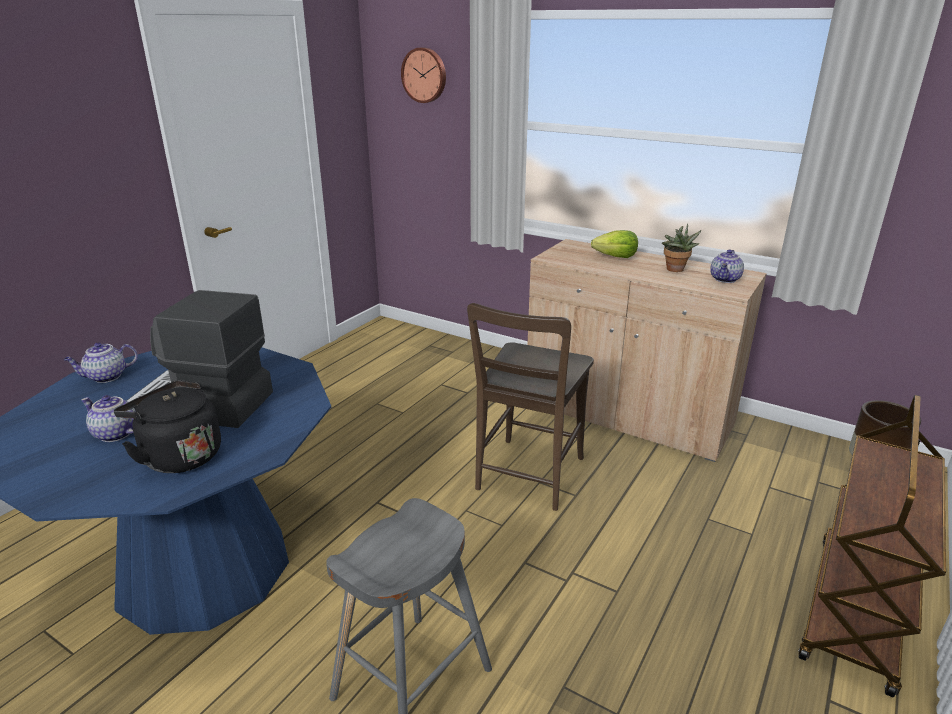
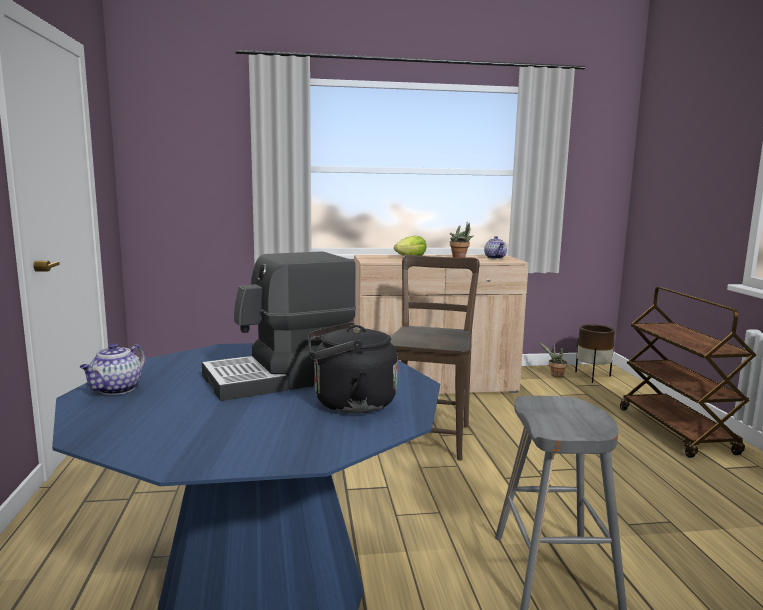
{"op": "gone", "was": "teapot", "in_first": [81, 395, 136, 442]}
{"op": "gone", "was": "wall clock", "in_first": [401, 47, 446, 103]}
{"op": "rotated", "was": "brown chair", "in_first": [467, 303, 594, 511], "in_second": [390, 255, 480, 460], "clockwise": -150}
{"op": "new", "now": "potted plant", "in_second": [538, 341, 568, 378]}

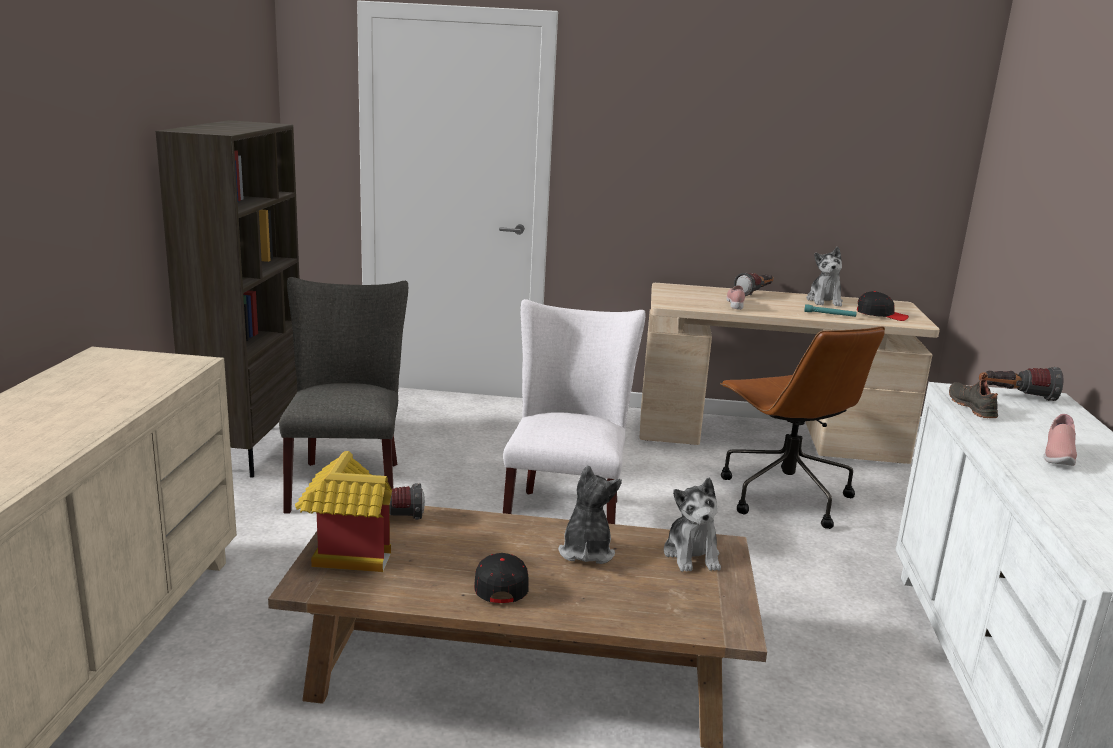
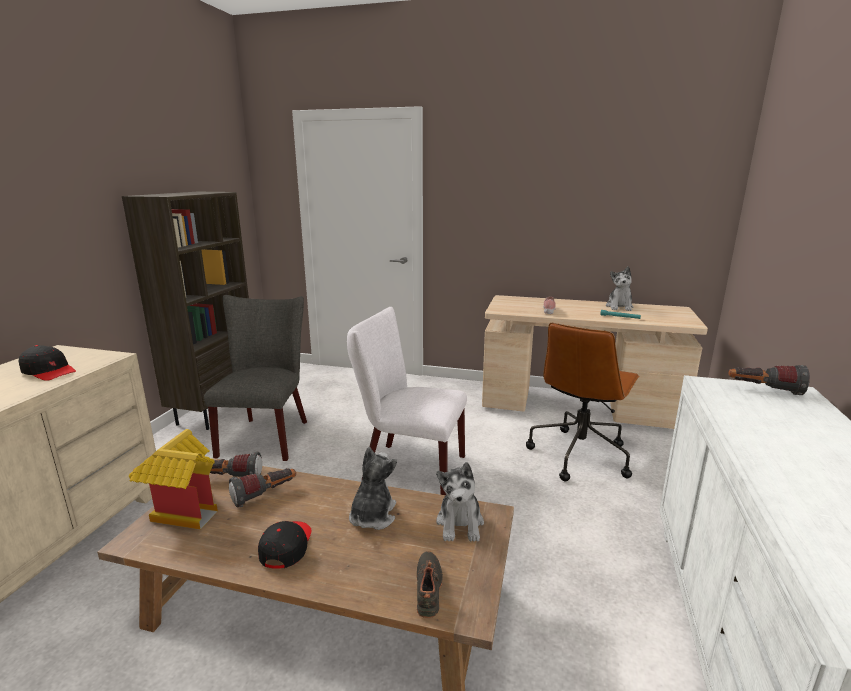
{"op": "rotated", "was": "white chair", "in_first": [503, 299, 645, 524], "in_second": [347, 307, 467, 495], "clockwise": -90}
{"op": "rotated", "was": "brown office chair", "in_first": [720, 326, 885, 529], "in_second": [526, 323, 640, 482], "clockwise": 45}
{"op": "shifted", "was": "flashlight", "in_first": [734, 273, 774, 296], "in_second": [229, 468, 296, 507]}
{"op": "shifted", "was": "black cap", "in_first": [857, 291, 909, 321], "in_second": [19, 345, 76, 381]}
{"op": "shifted", "was": "black shoe", "in_first": [949, 373, 998, 418], "in_second": [417, 551, 443, 618]}
{"op": "gone", "was": "pink shoe", "in_first": [1043, 414, 1077, 466]}

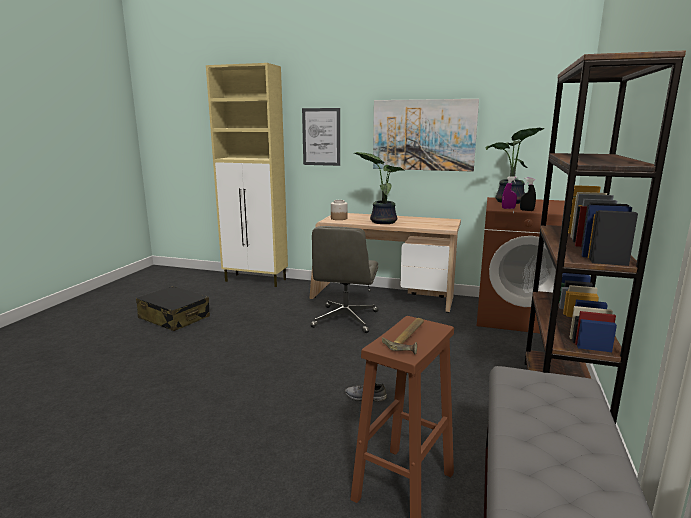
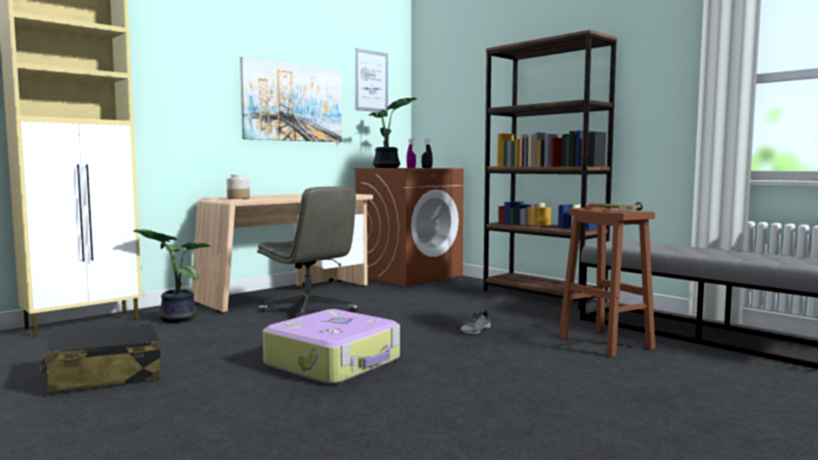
{"op": "shifted", "was": "picture", "in_first": [302, 108, 340, 166], "in_second": [354, 48, 388, 113]}
{"op": "shifted", "was": "potted plant", "in_first": [354, 152, 404, 224], "in_second": [133, 229, 210, 323]}
{"op": "new", "now": "suitcase", "in_second": [263, 309, 400, 385]}

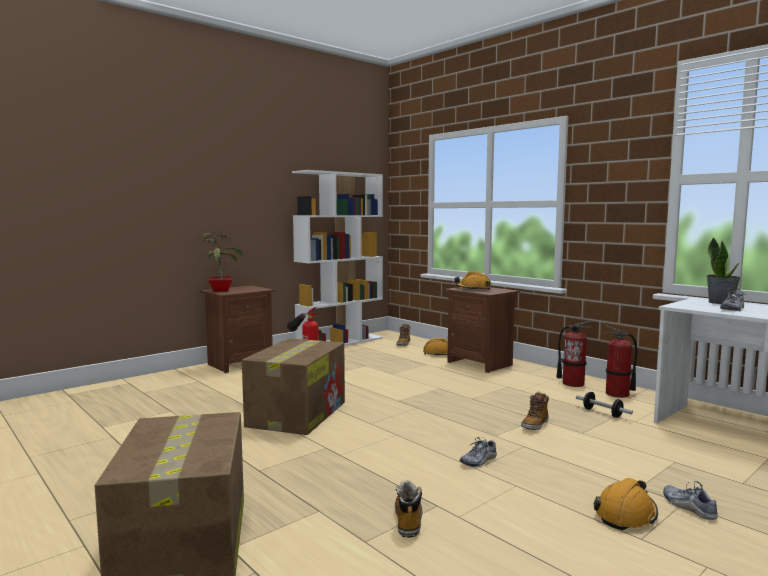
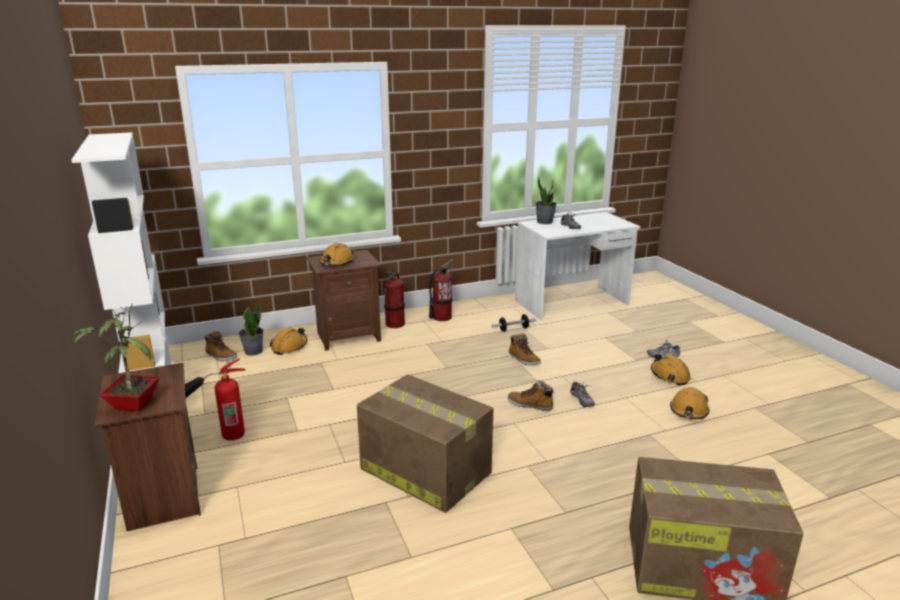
{"op": "shifted", "was": "boot", "in_first": [395, 481, 423, 538], "in_second": [508, 380, 554, 411]}
{"op": "shifted", "was": "fire extinguisher", "in_first": [604, 325, 637, 398], "in_second": [384, 272, 405, 328]}
{"op": "new", "now": "potted plant", "in_second": [239, 303, 264, 356]}
{"op": "new", "now": "orange hard hat", "in_second": [670, 387, 710, 419]}

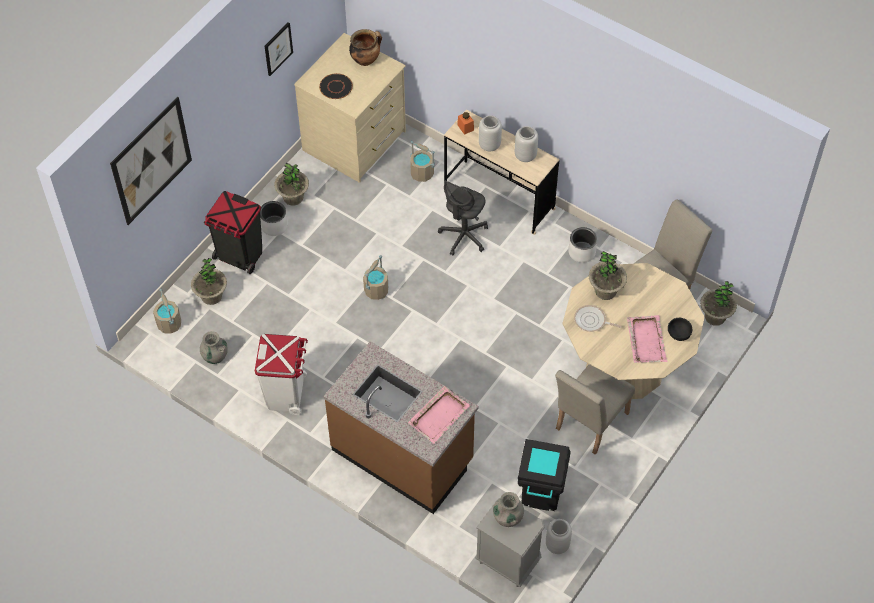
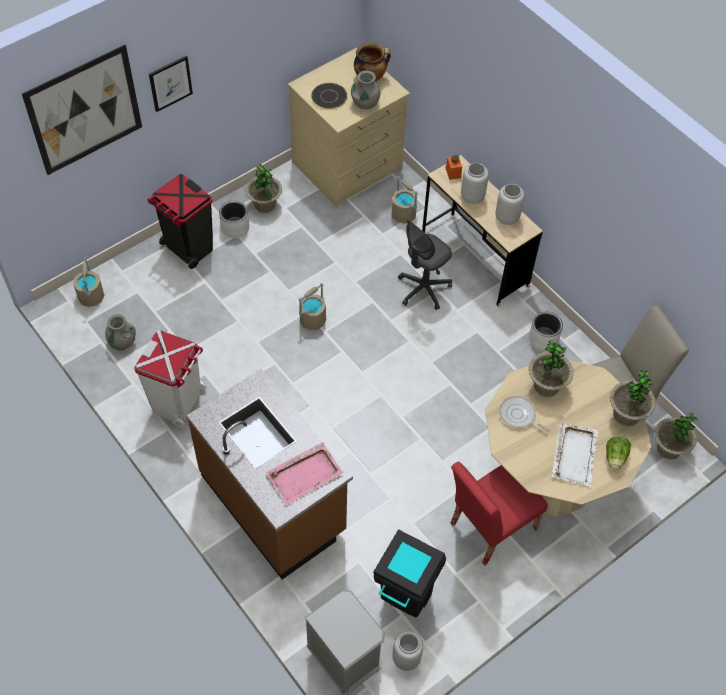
{"op": "shifted", "was": "potted plant", "in_first": [191, 258, 227, 305], "in_second": [610, 370, 656, 426]}
{"op": "shifted", "was": "picture", "in_first": [265, 22, 293, 76], "in_second": [149, 56, 193, 112]}
{"op": "shifted", "was": "grey vase", "in_first": [493, 492, 524, 527], "in_second": [351, 70, 381, 110]}
{"op": "repainted", "was": "beige chair", "now": "red chair", "in_first": [555, 364, 635, 455], "in_second": [450, 462, 548, 566]}
{"op": "repainted", "was": "pink tray", "now": "white tray", "in_first": [627, 315, 667, 363], "in_second": [552, 422, 598, 487]}
{"op": "swapped", "was": "black bowl", "now": "lettuce", "in_first": [668, 318, 692, 341], "in_second": [606, 436, 631, 470]}

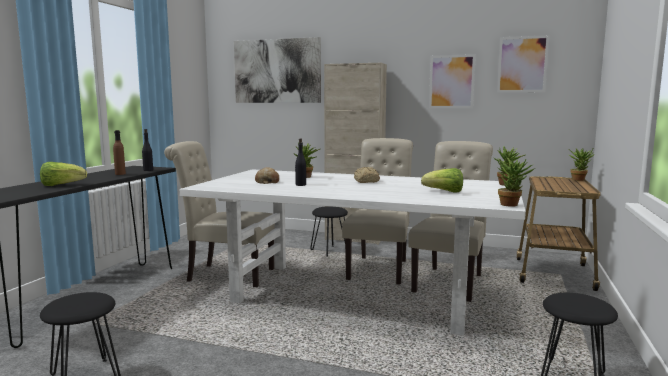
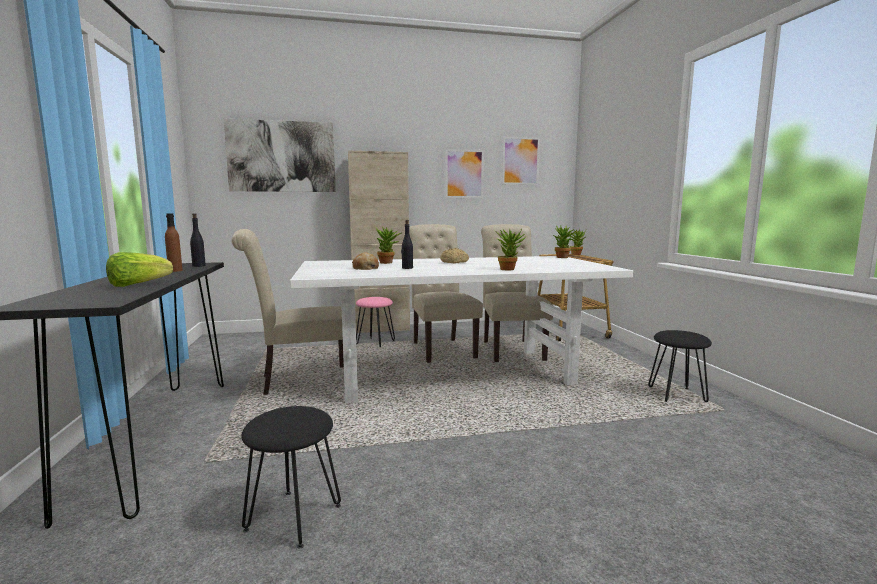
{"op": "repainted", "was": "black stool", "now": "pink stool", "in_first": [310, 206, 348, 257], "in_second": [356, 297, 395, 347]}
{"op": "gone", "was": "lettuce", "in_first": [421, 168, 463, 192]}
{"op": "shifted", "was": "potted plant", "in_first": [498, 158, 535, 207], "in_second": [497, 229, 526, 270]}

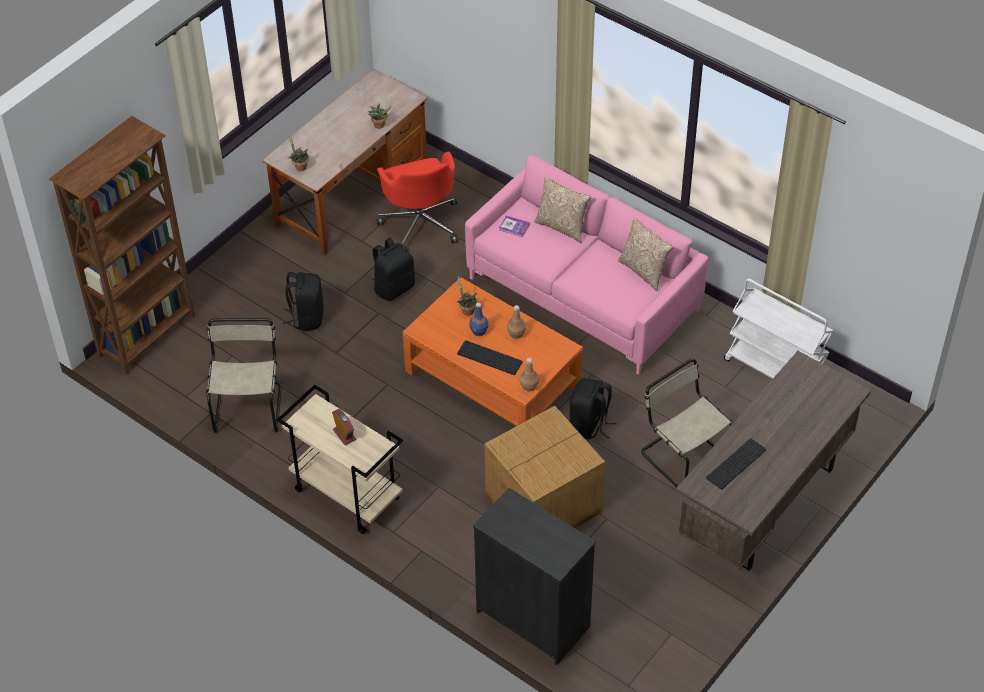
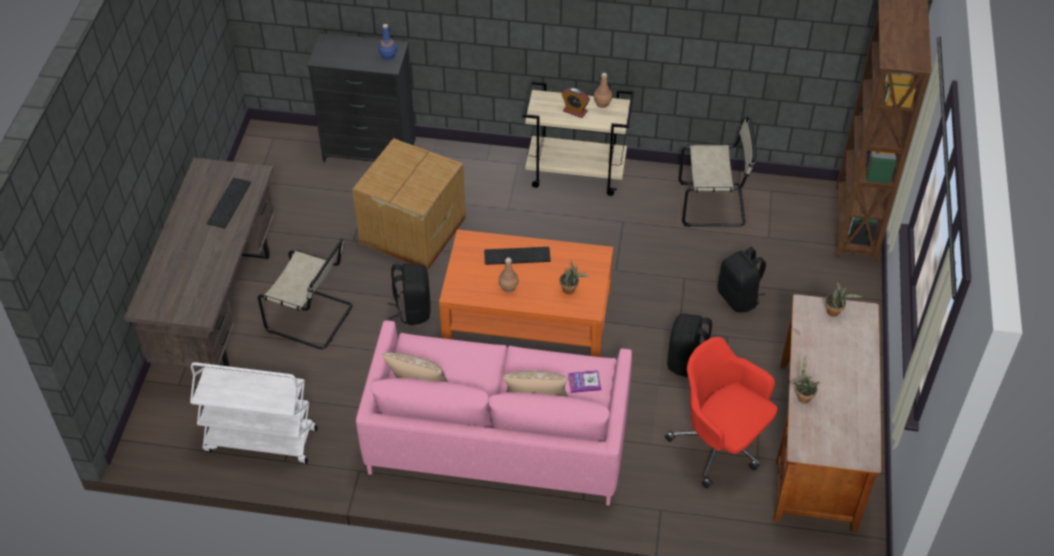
{"op": "rotated", "was": "beige chair", "in_first": [206, 318, 282, 433], "in_second": [679, 117, 757, 227], "clockwise": -60}
{"op": "shifted", "was": "blue bottle", "in_first": [469, 303, 488, 336], "in_second": [378, 24, 397, 61]}
{"op": "shifted", "was": "brown bottle", "in_first": [519, 358, 539, 392], "in_second": [594, 73, 612, 108]}

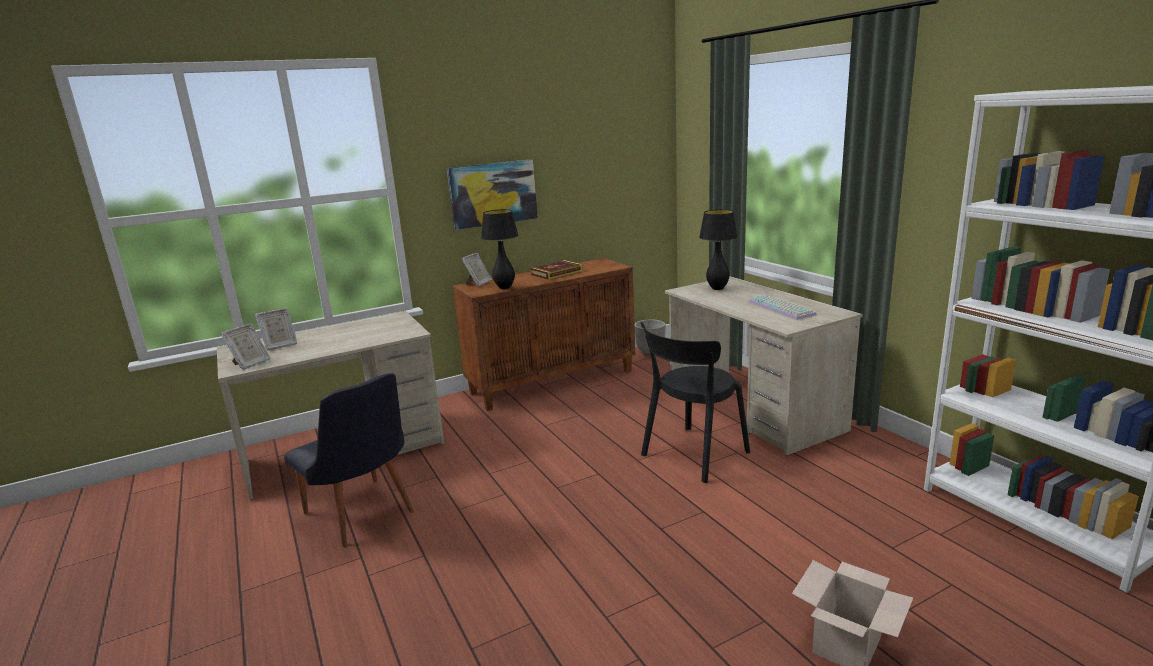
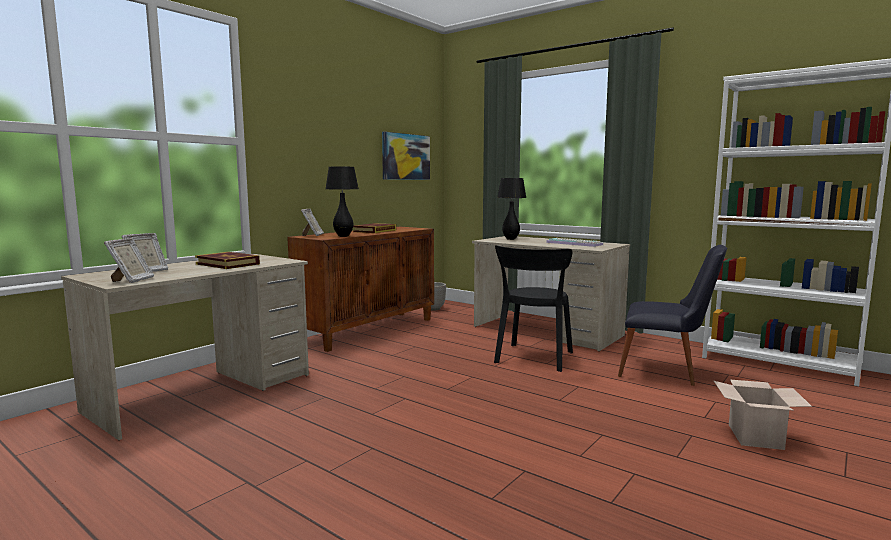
{"op": "shifted", "was": "black chair", "in_first": [284, 373, 414, 547], "in_second": [618, 245, 727, 386]}
{"op": "shifted", "was": "picture", "in_first": [447, 159, 538, 230], "in_second": [382, 131, 430, 180]}
{"op": "new", "now": "book", "in_second": [195, 252, 260, 269]}

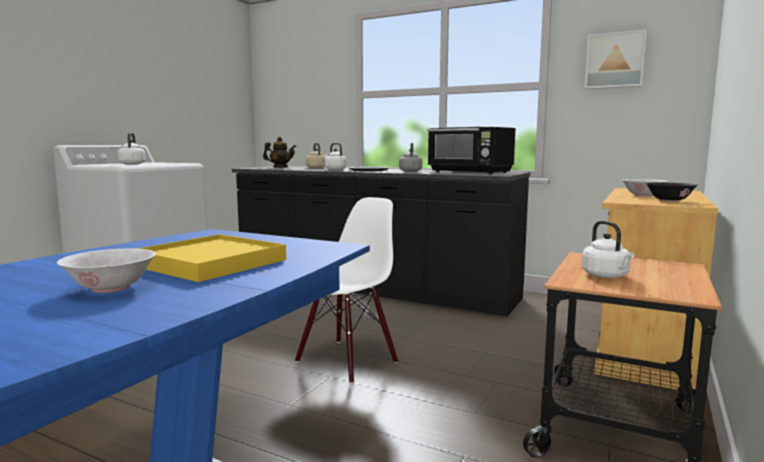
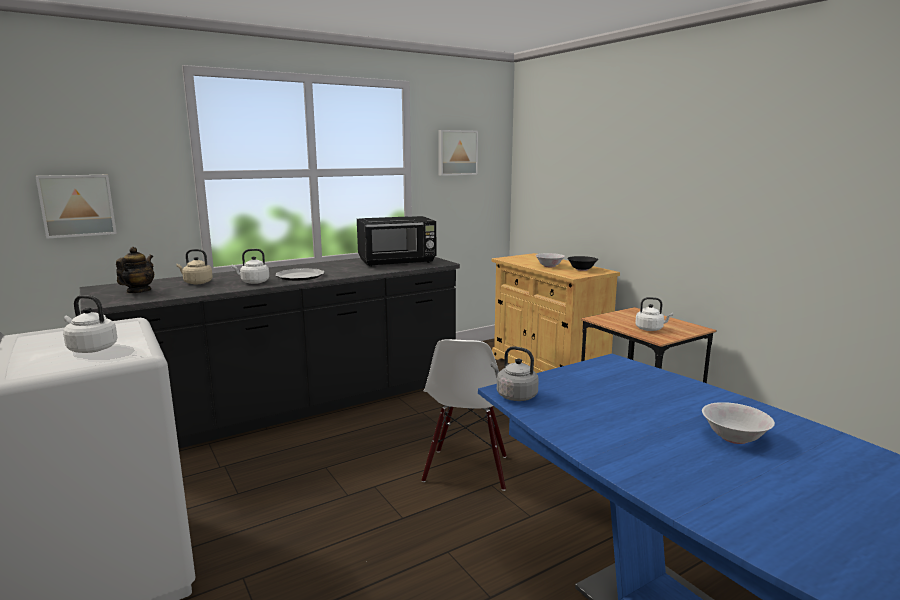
{"op": "gone", "was": "yellow tray", "in_first": [137, 234, 286, 282]}
{"op": "rotated", "was": "white chair", "in_first": [295, 197, 398, 384], "in_second": [422, 339, 507, 491], "clockwise": -150}
{"op": "shifted", "was": "grey kettle", "in_first": [399, 143, 422, 172], "in_second": [491, 346, 539, 401]}
{"op": "new", "now": "picture", "in_second": [35, 175, 117, 239]}

